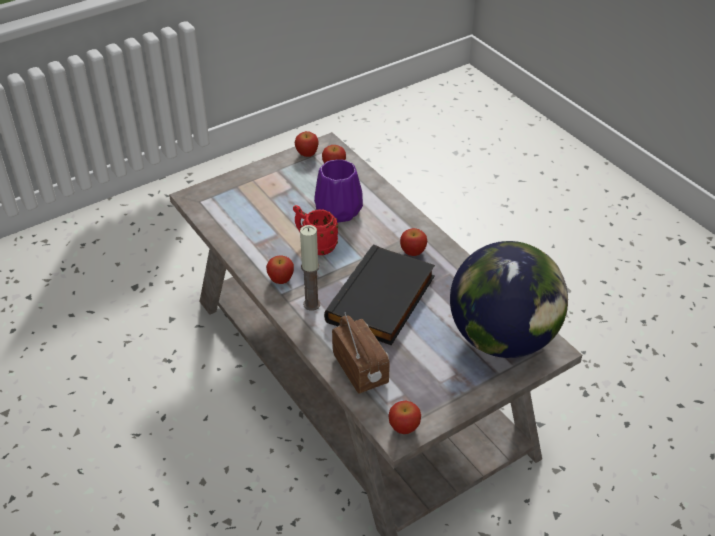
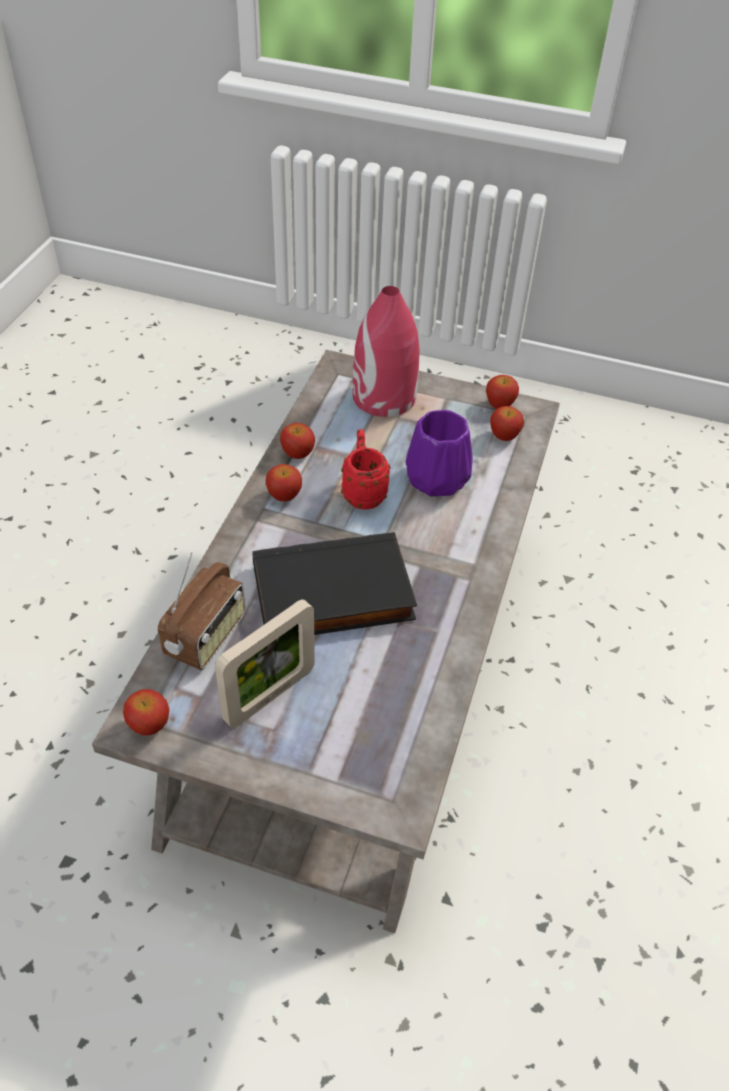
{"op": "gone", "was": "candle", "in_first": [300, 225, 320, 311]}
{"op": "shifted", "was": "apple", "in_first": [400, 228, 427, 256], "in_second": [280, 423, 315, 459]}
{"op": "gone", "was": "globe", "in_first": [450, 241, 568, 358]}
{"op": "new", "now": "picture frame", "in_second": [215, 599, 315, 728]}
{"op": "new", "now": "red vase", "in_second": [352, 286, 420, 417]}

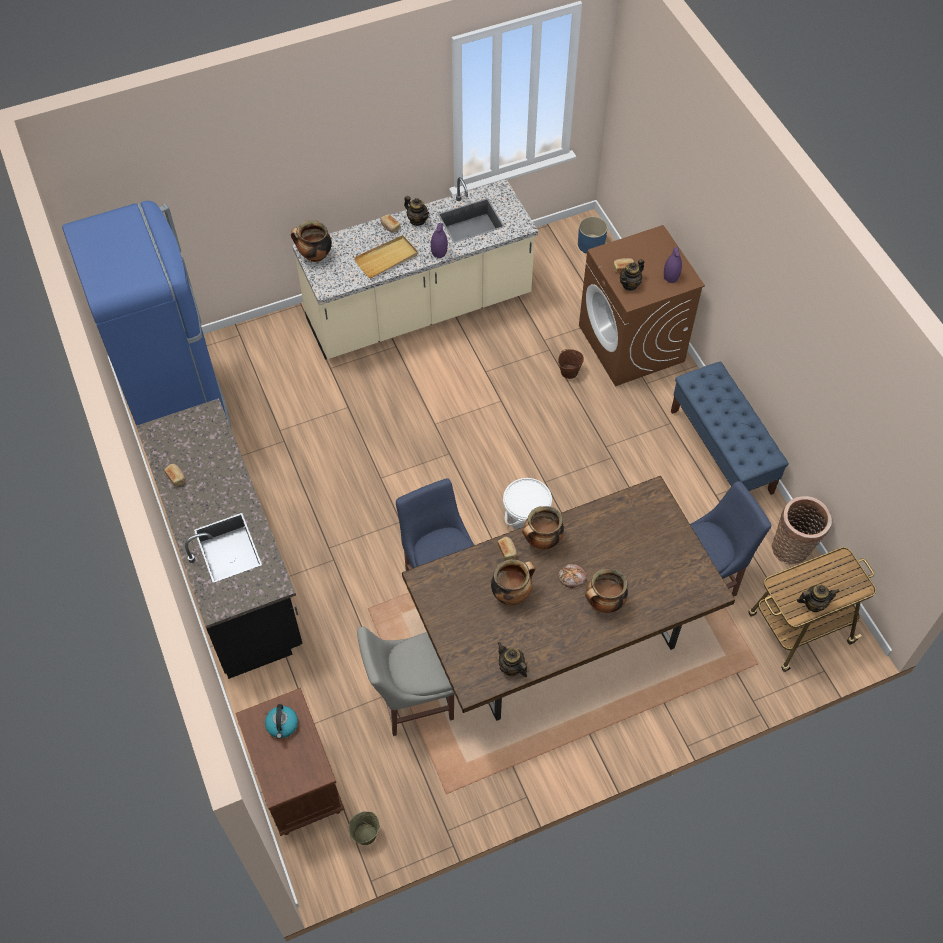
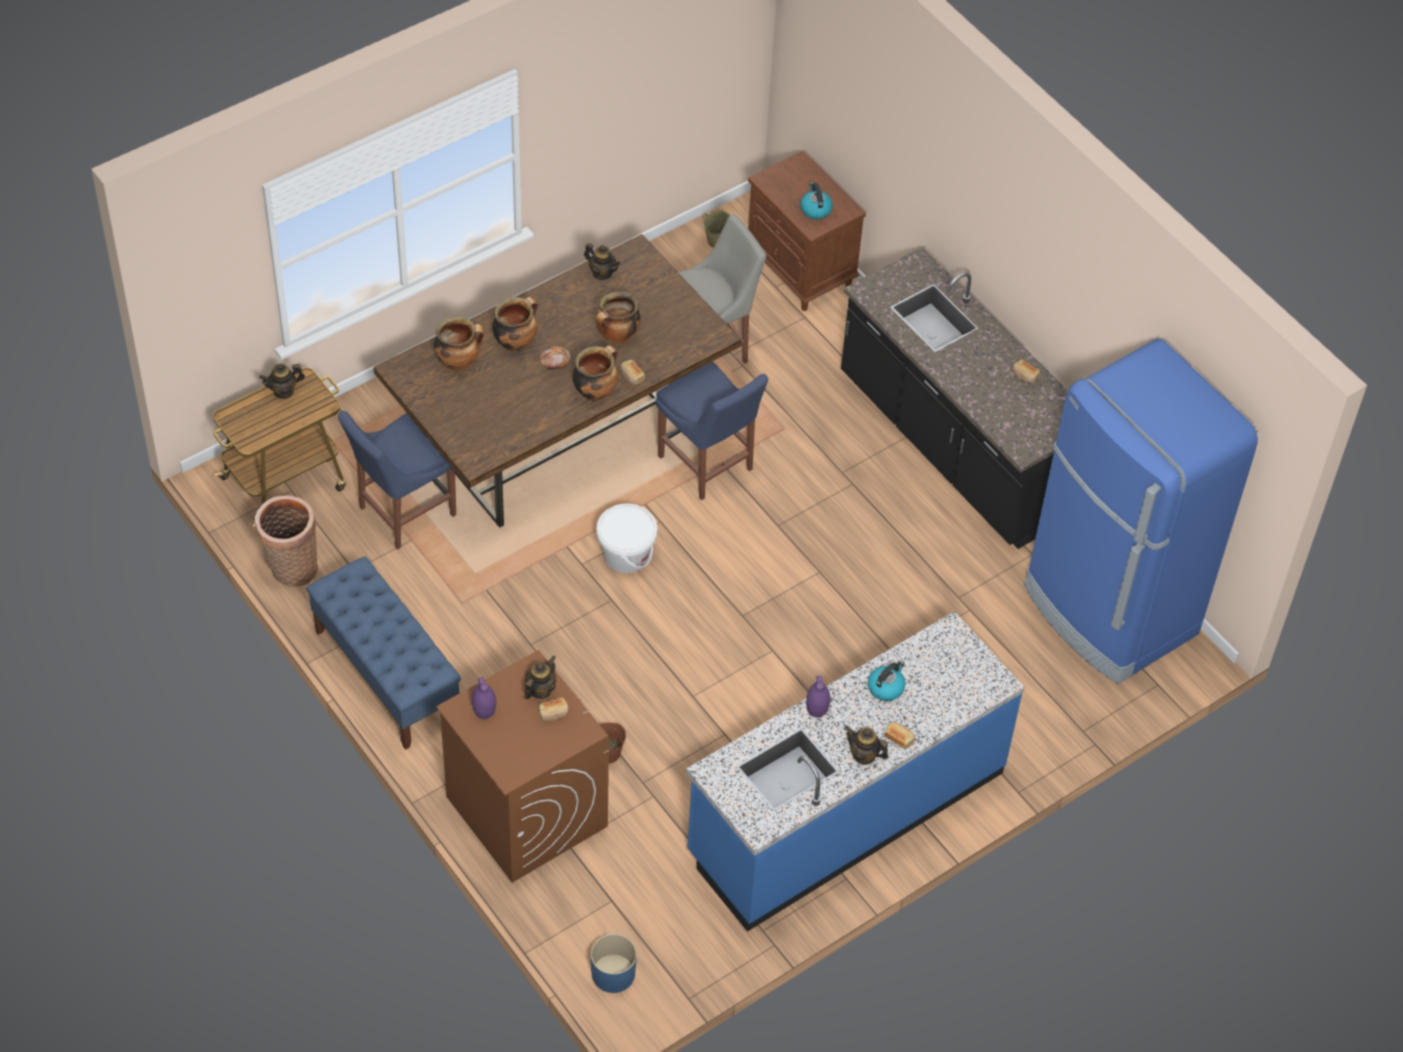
{"op": "shifted", "was": "cooking pot", "in_first": [291, 220, 332, 262], "in_second": [434, 317, 484, 370]}
{"op": "repainted", "was": "beige counter", "now": "blue counter", "in_first": [292, 177, 538, 360], "in_second": [686, 611, 1025, 932]}
{"op": "swapped", "was": "beige tray", "now": "kettle", "in_first": [354, 235, 418, 278], "in_second": [868, 661, 905, 701]}

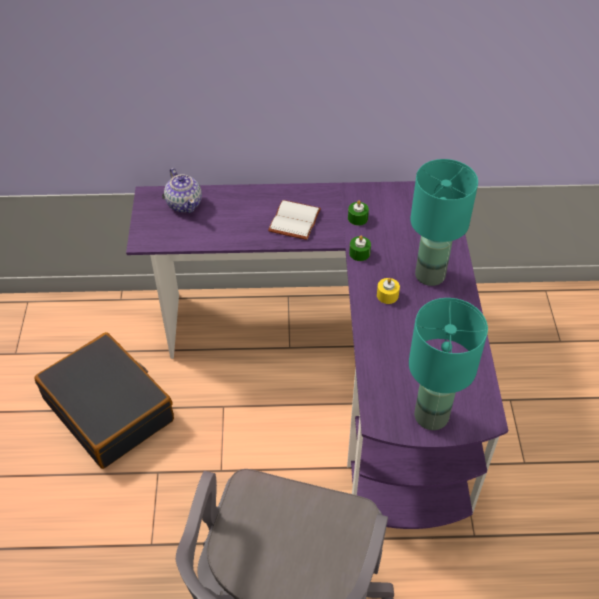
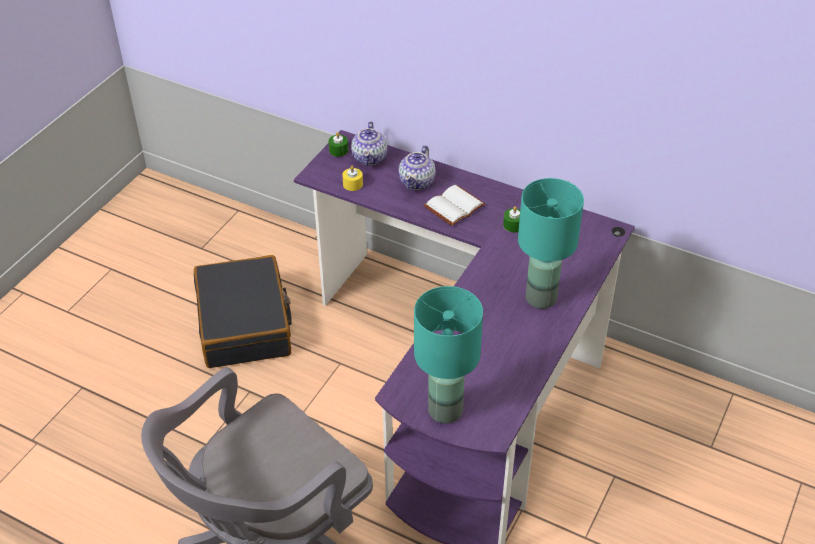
{"op": "shifted", "was": "green candle", "in_first": [349, 235, 371, 261], "in_second": [328, 132, 348, 157]}
{"op": "shifted", "was": "yellow candle", "in_first": [377, 278, 400, 304], "in_second": [342, 166, 363, 191]}
{"op": "new", "now": "teapot", "in_second": [399, 146, 436, 190]}

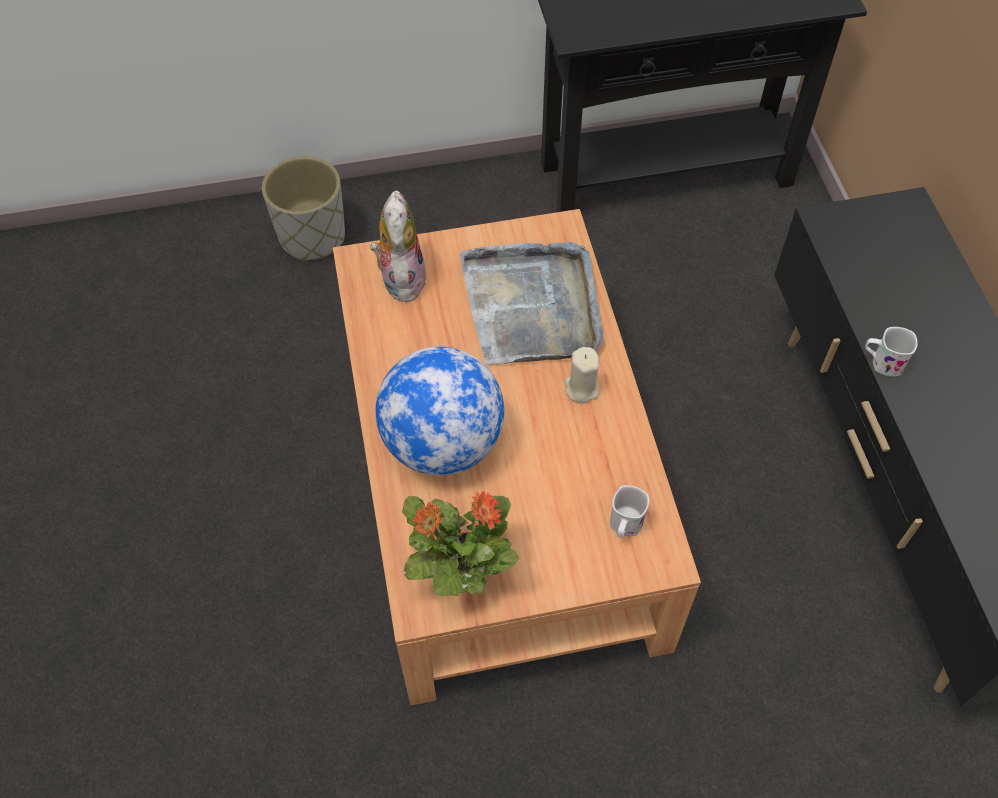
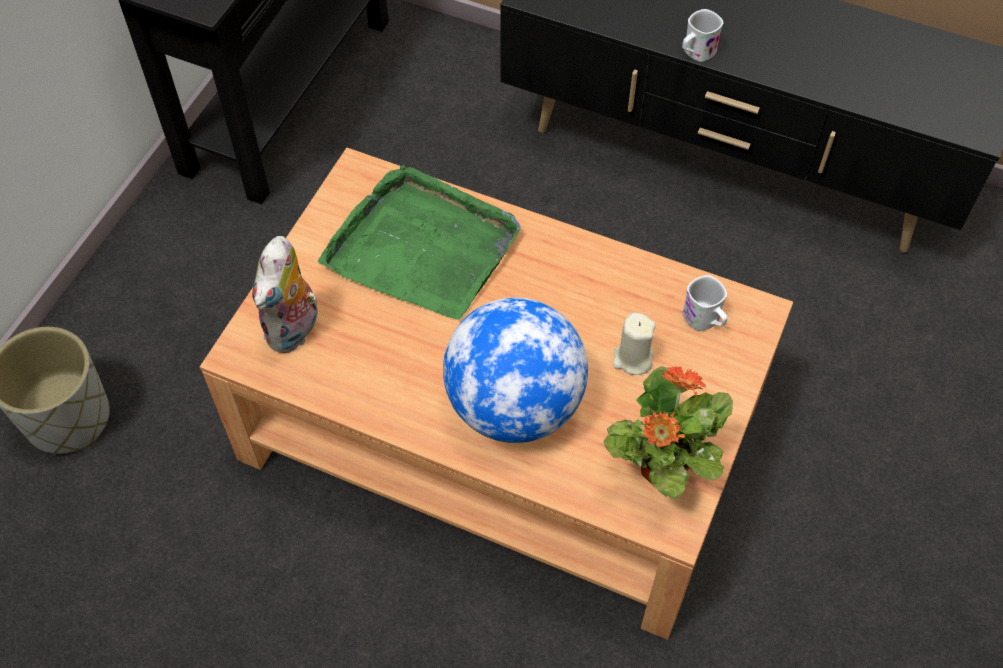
{"op": "rotated", "was": "plush toy", "in_first": [371, 190, 427, 302], "in_second": [252, 236, 318, 353], "clockwise": -105}
{"op": "repainted", "was": "grey tray", "now": "green tray", "in_first": [460, 242, 604, 365], "in_second": [318, 165, 521, 320]}
{"op": "shifted", "was": "beige candle", "in_first": [564, 347, 599, 404], "in_second": [613, 313, 656, 375]}

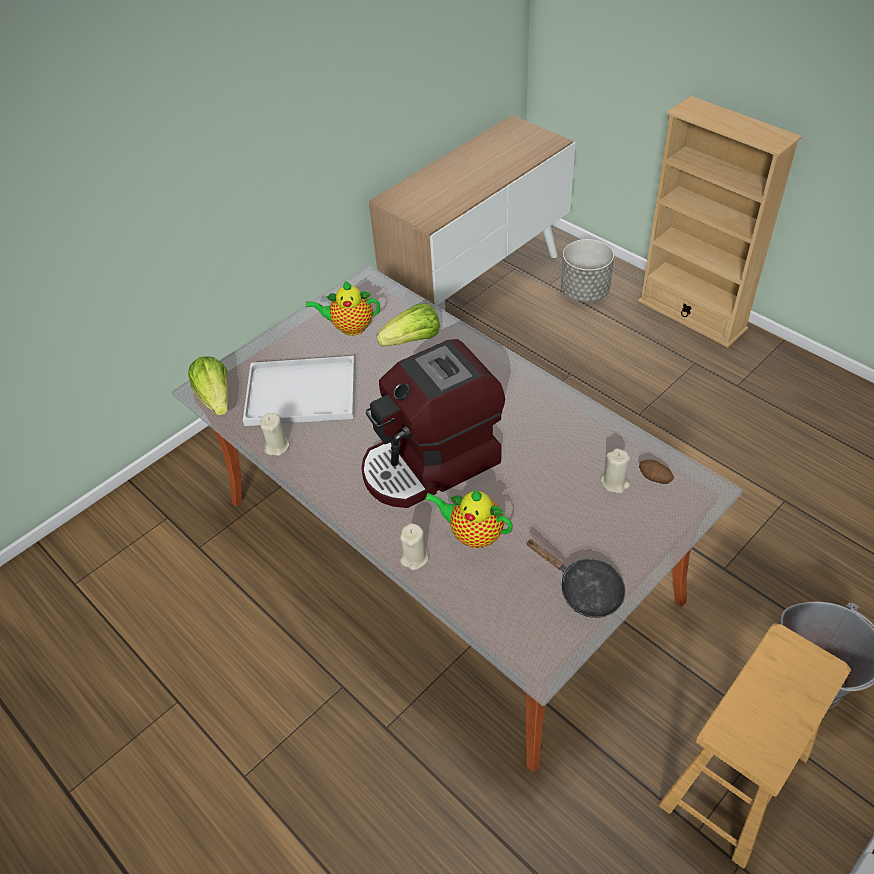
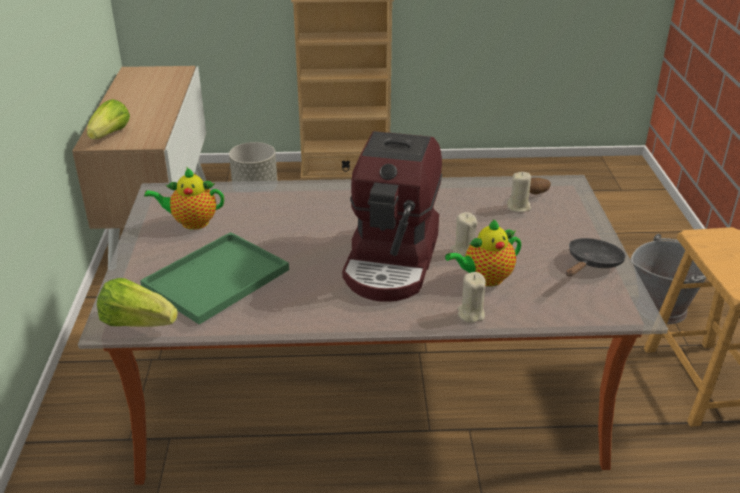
{"op": "repainted", "was": "white tray", "now": "green tray", "in_first": [243, 356, 355, 426], "in_second": [140, 232, 289, 325]}
{"op": "shifted", "was": "beige candle", "in_first": [261, 413, 290, 456], "in_second": [450, 212, 478, 257]}
{"op": "rotated", "was": "teapot", "in_first": [306, 280, 380, 336], "in_second": [144, 167, 224, 230], "clockwise": 45}
{"op": "shifted", "was": "lettuce", "in_first": [377, 303, 440, 347], "in_second": [87, 99, 130, 139]}
{"op": "rotated", "was": "black frying pan", "in_first": [526, 539, 625, 618], "in_second": [566, 238, 626, 277], "clockwise": -45}

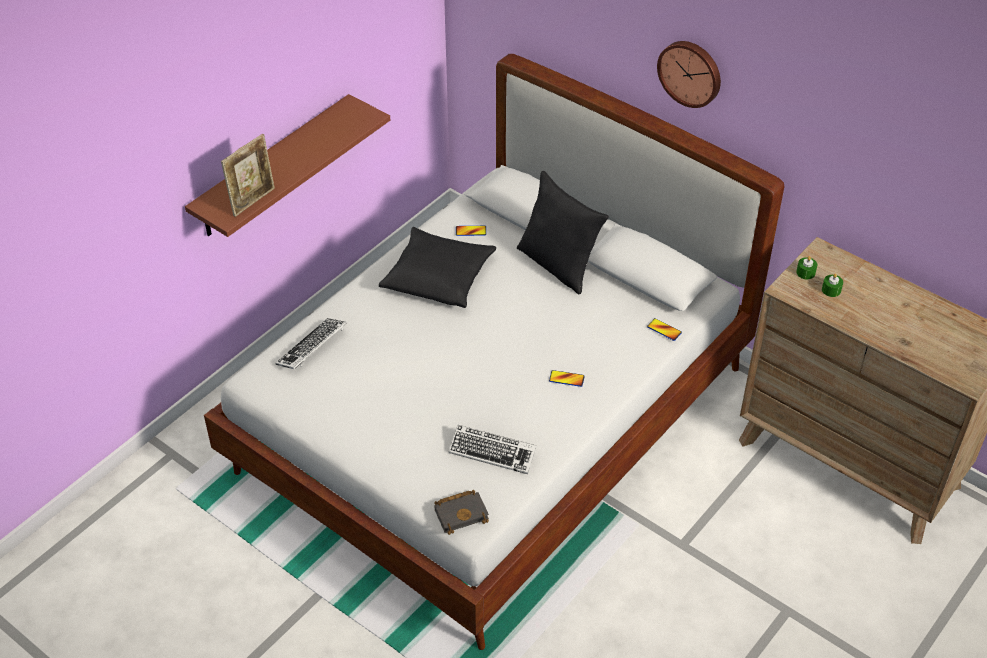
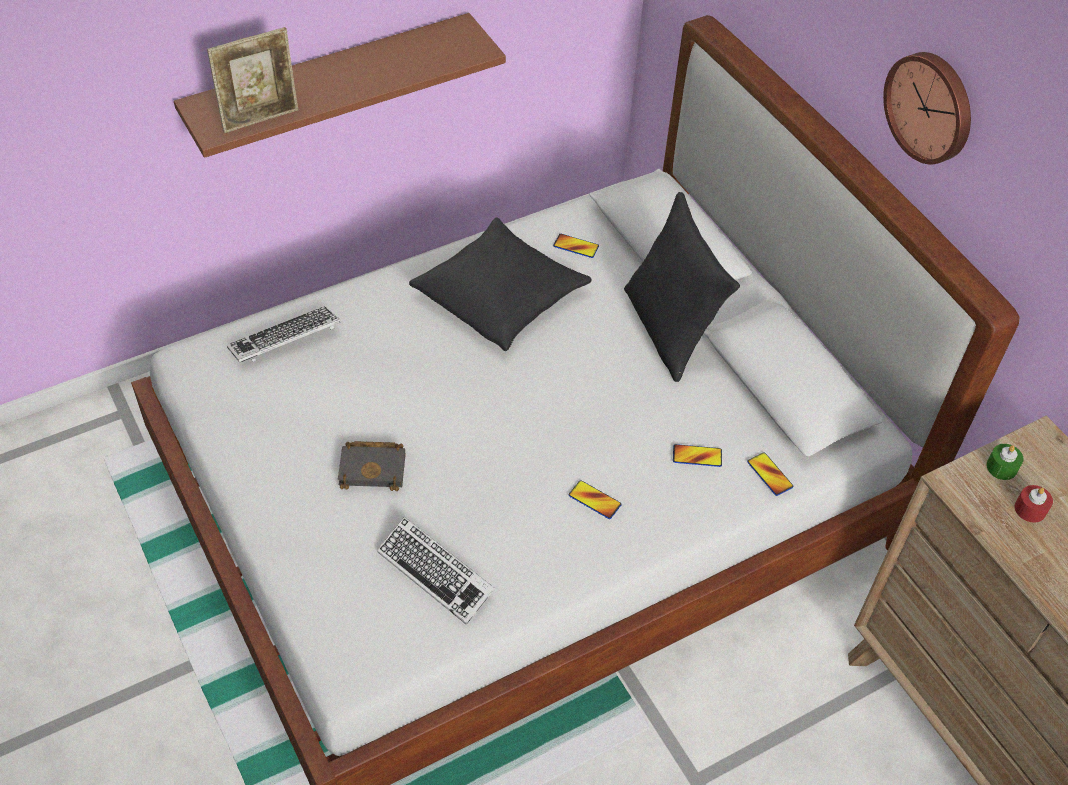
{"op": "shifted", "was": "black book", "in_first": [434, 490, 489, 535], "in_second": [338, 441, 406, 491]}
{"op": "repainted", "was": "green candle", "now": "red candle", "in_first": [822, 273, 843, 297], "in_second": [1015, 485, 1053, 523]}
{"op": "new", "now": "phone", "in_second": [673, 444, 722, 467]}

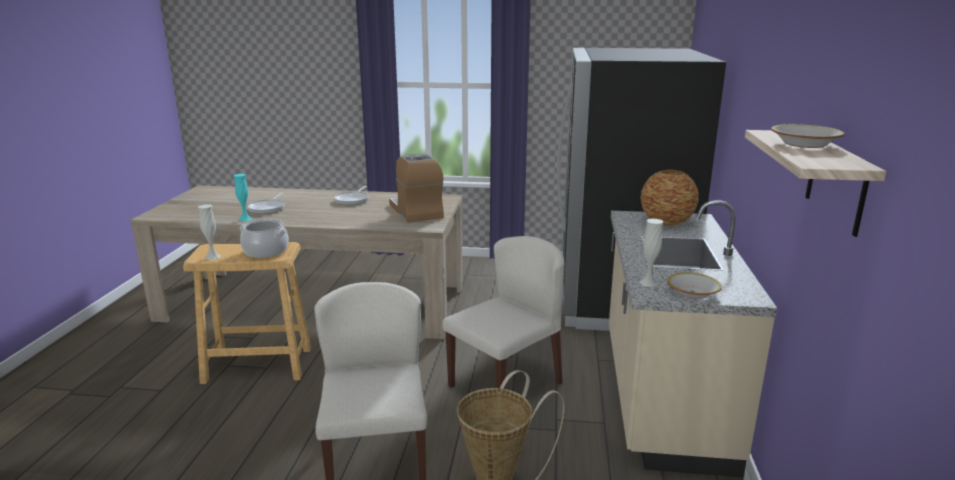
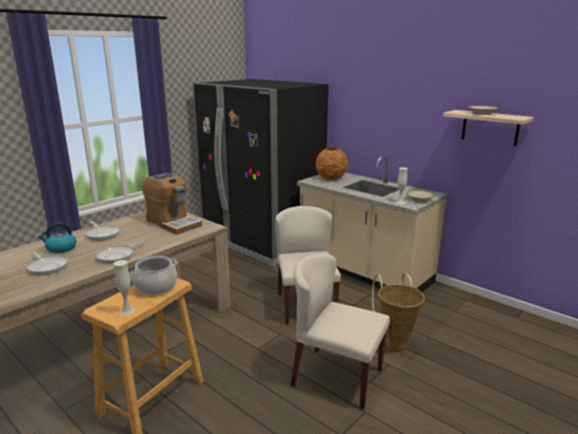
{"op": "gone", "was": "turquoise vase", "in_first": [234, 174, 252, 221]}
{"op": "rotated", "was": "coffee machine", "in_first": [389, 154, 444, 223], "in_second": [142, 173, 202, 235], "clockwise": -150}
{"op": "new", "now": "kettle", "in_second": [38, 223, 77, 253]}
{"op": "new", "now": "frying pan", "in_second": [96, 240, 146, 264]}

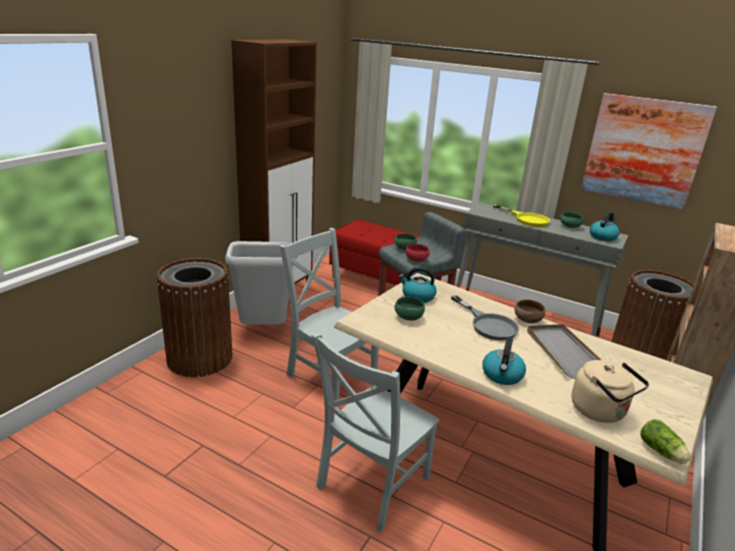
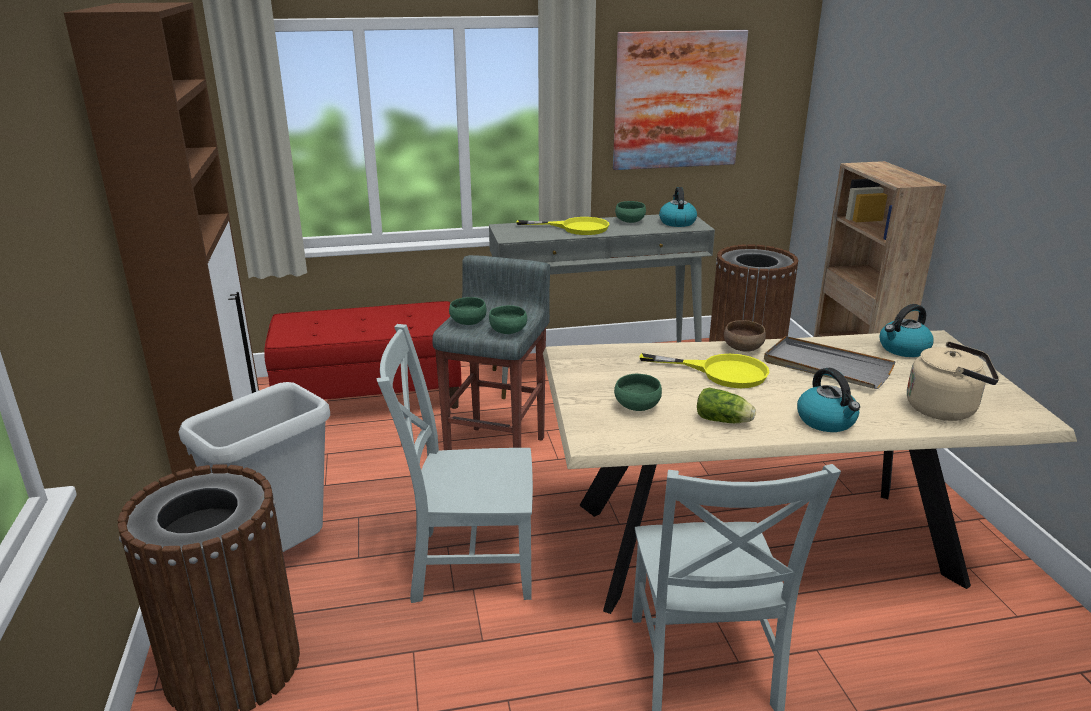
{"op": "shifted", "was": "kettle", "in_first": [399, 267, 436, 303], "in_second": [880, 304, 934, 357]}
{"op": "repainted", "was": "red bowl", "now": "green bowl", "in_first": [406, 244, 430, 262], "in_second": [489, 305, 527, 334]}
{"op": "repainted", "was": "grey frying pan", "now": "yellow frying pan", "in_first": [451, 295, 519, 341], "in_second": [640, 353, 770, 388]}
{"op": "shifted", "was": "lettuce", "in_first": [640, 419, 691, 464], "in_second": [697, 388, 756, 423]}

